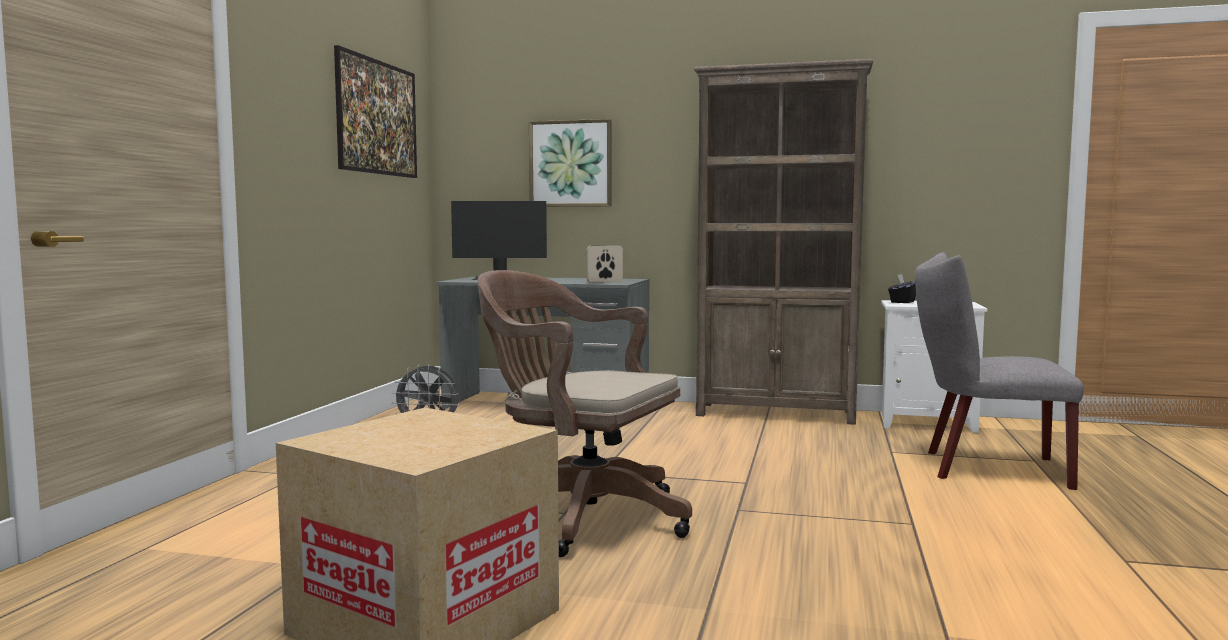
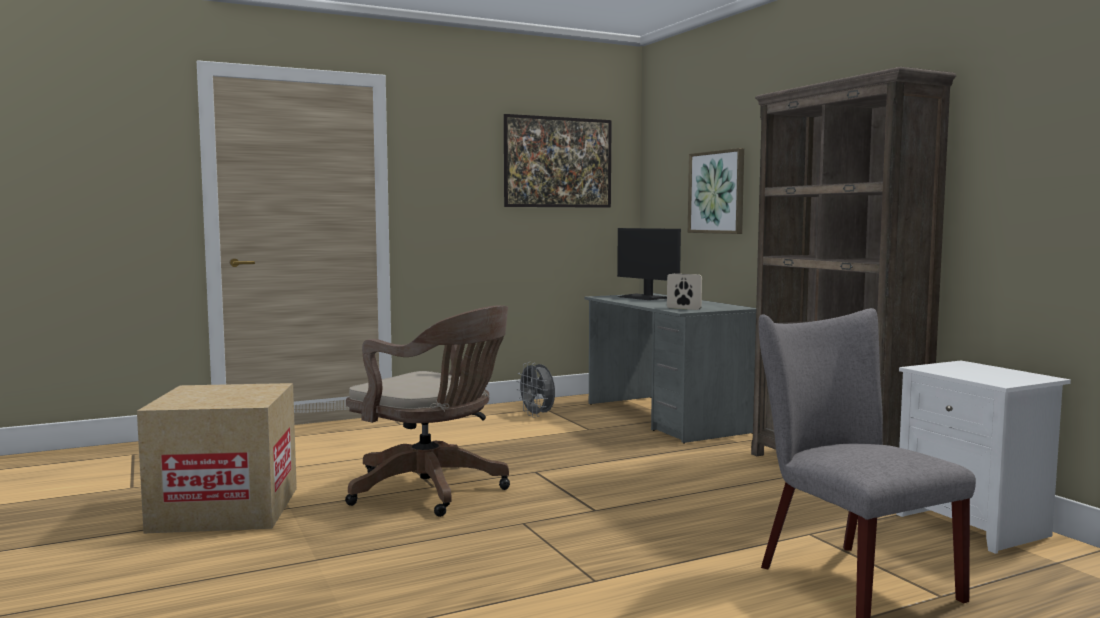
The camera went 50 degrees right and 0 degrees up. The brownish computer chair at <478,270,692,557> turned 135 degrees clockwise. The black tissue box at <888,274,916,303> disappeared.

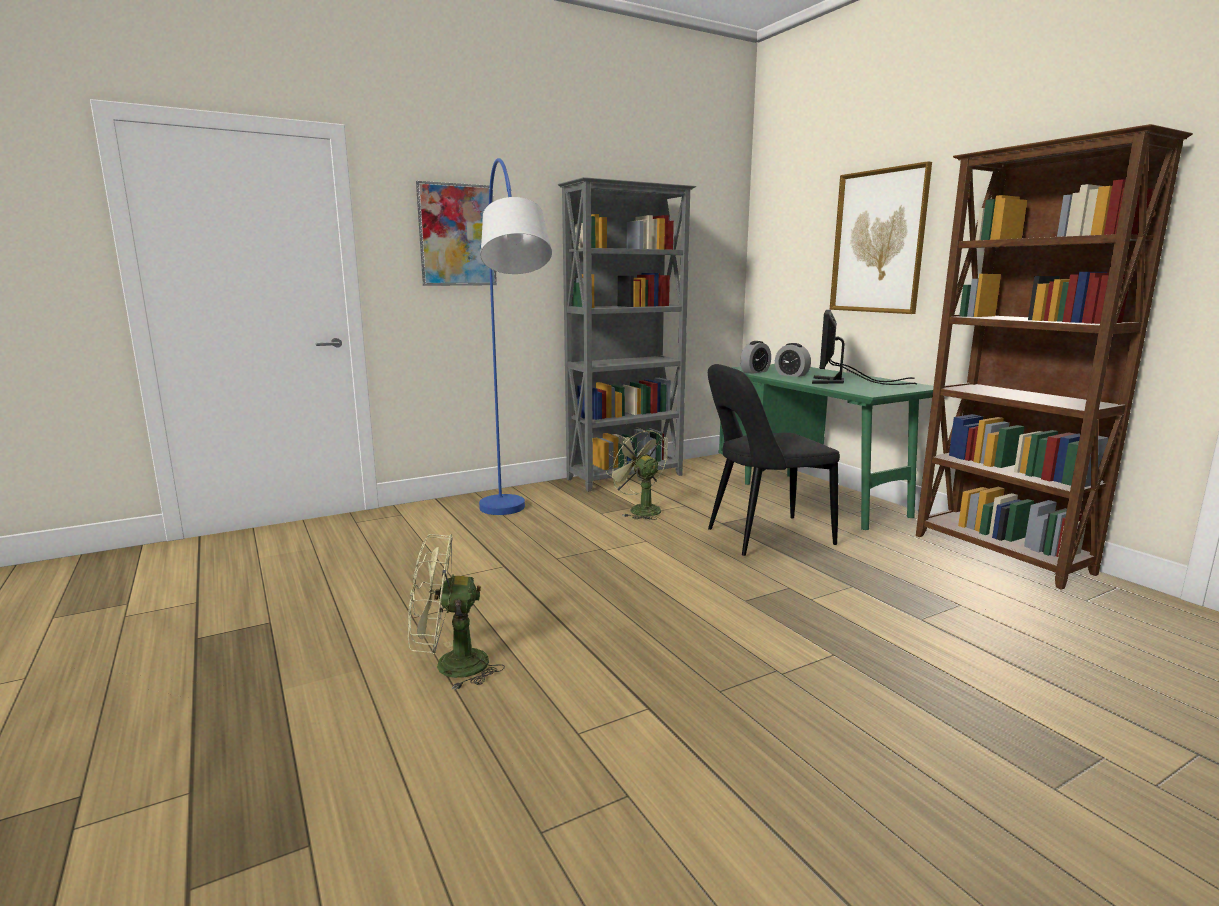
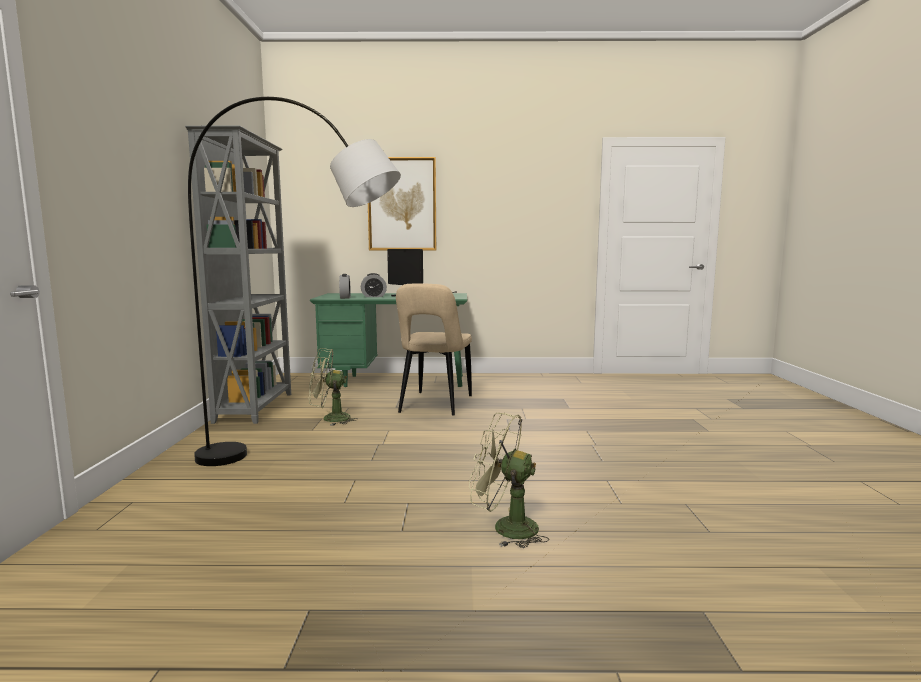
The camera went 60 degrees left and 5 degrees down. The greenish fan at <408,534,505,691> turned 90 degrees clockwise. The wall picture at <416,181,497,286> disappeared. The bluish standing lamp at <479,158,552,515> became the grey standing lamp at <188,97,401,466>. The black plain chair at <708,364,840,556> became the sand-coloured plain chair at <396,283,472,415>. The brownish bookcase at <916,124,1193,590> disappeared.

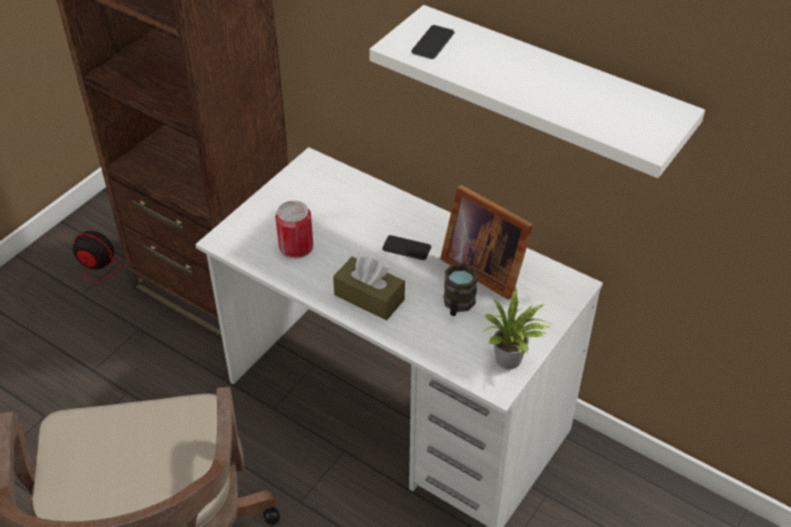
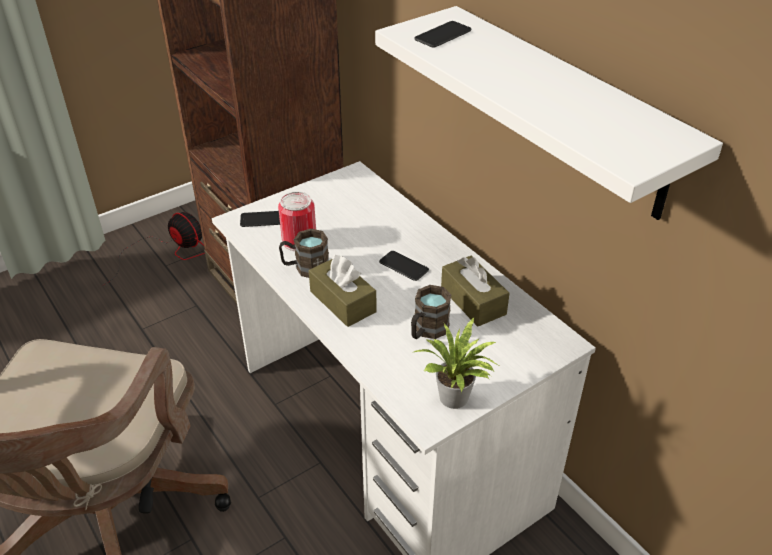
The camera went 20 degrees right and 5 degrees down. The picture frame at <440,185,533,300> was replaced by the brownish tissue box at <441,256,510,327>. The telephone at <240,211,280,227> appeared. The brownish tea mug at <279,229,329,278> appeared.

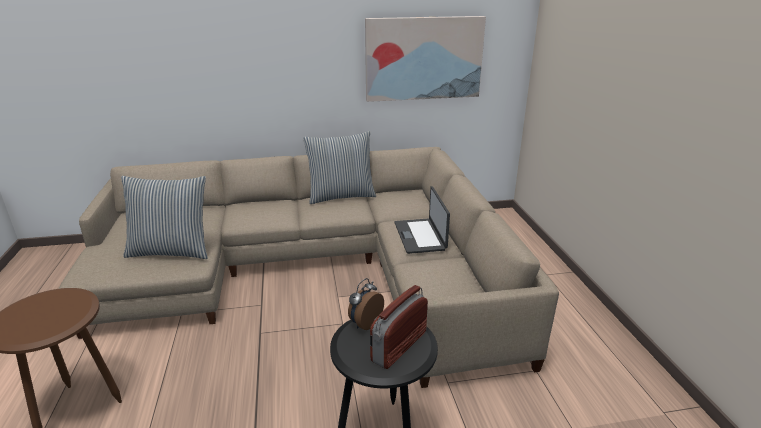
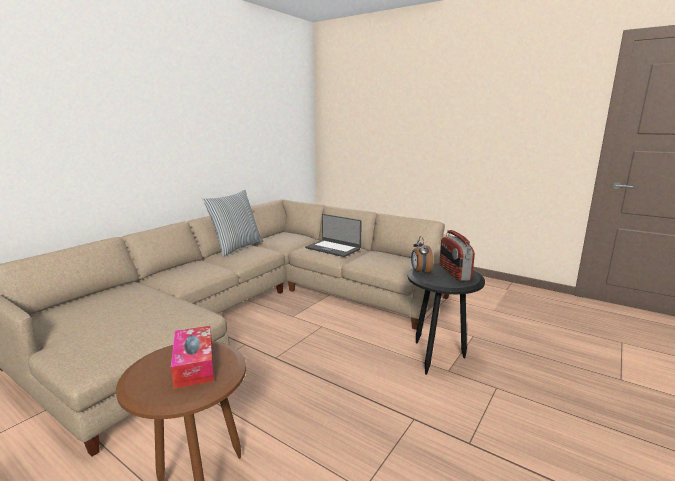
The camera went 45 degrees left and 10 degrees down. The throw pillow at <121,176,208,259> disappeared. The wall picture at <365,16,486,102> disappeared. The tissue box at <171,326,214,389> appeared.

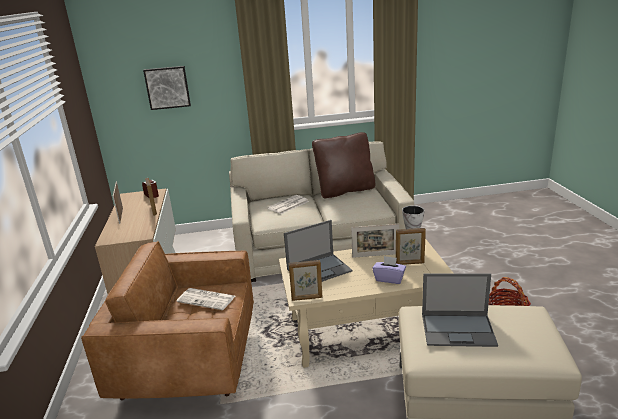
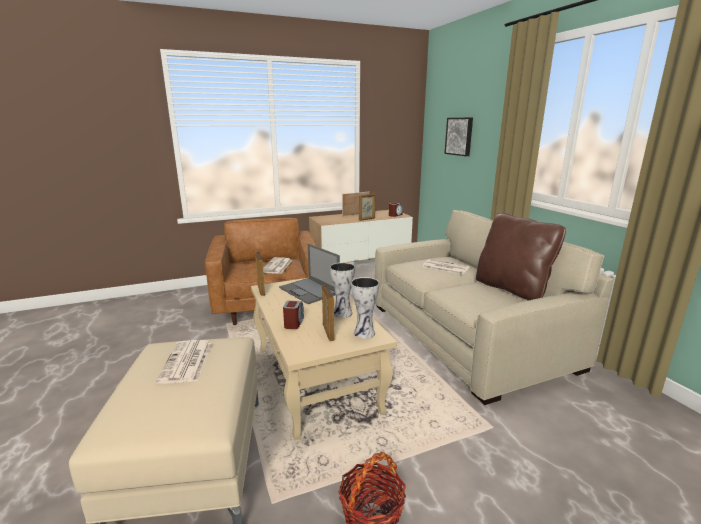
The camera went 75 degrees right and 5 degrees down. The picture frame at <351,224,399,258> was replaced by the flower vase at <330,262,355,318>. The purple tissue box at <372,256,406,284> was replaced by the bedside clock at <283,301,304,329>. The laptop at <422,273,498,347> was replaced by the daily paper at <156,340,212,384>.

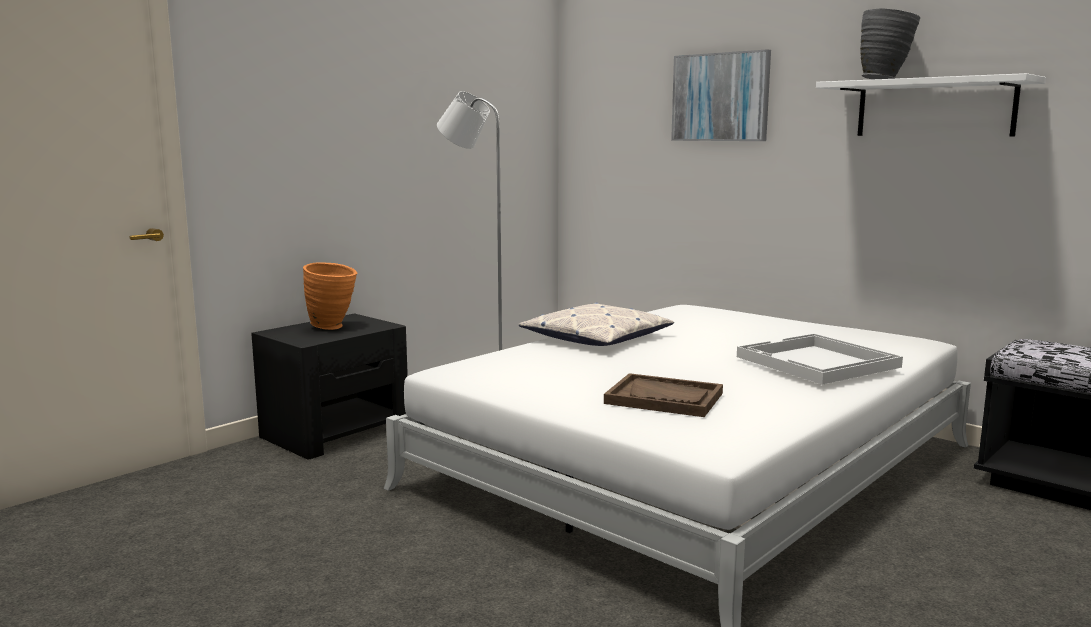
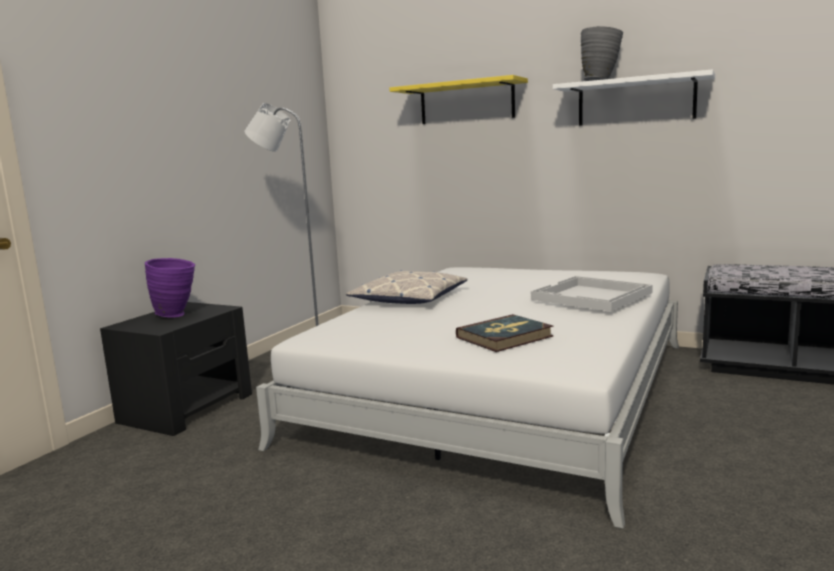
The camera went 15 degrees left and 0 degrees up. The orangey flower vase at <303,262,357,330> became the purple flower vase at <145,258,195,318>. The brownish tray at <604,373,723,417> was replaced by the bound book at <456,314,554,352>. The wall picture at <671,49,771,141> was replaced by the yellow wall shelf at <389,75,528,124>.

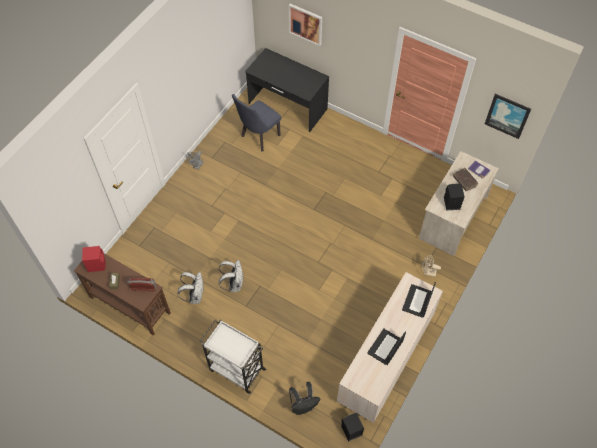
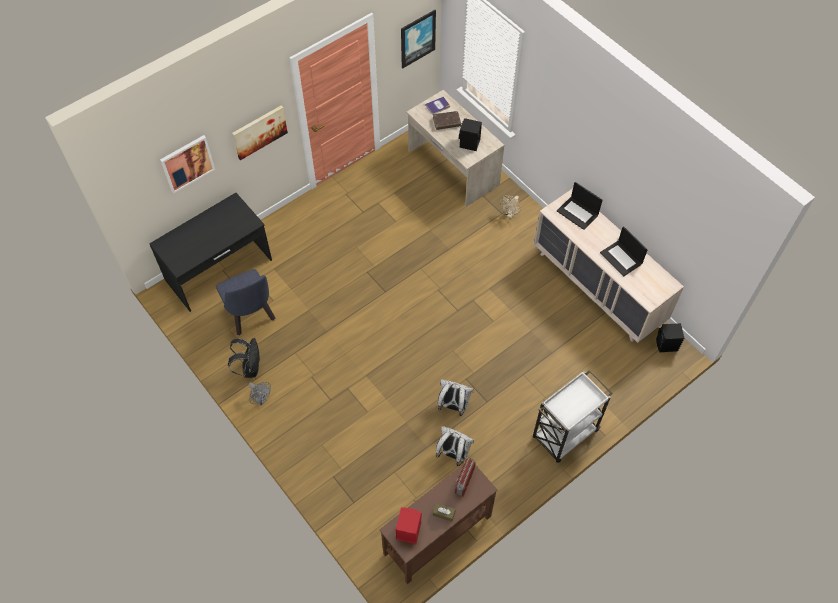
The camera went 70 degrees left and 0 degrees up. The black backpack moved from <289,382,320,415> to <228,338,260,378>. The wall picture at <232,106,288,160> appeared.

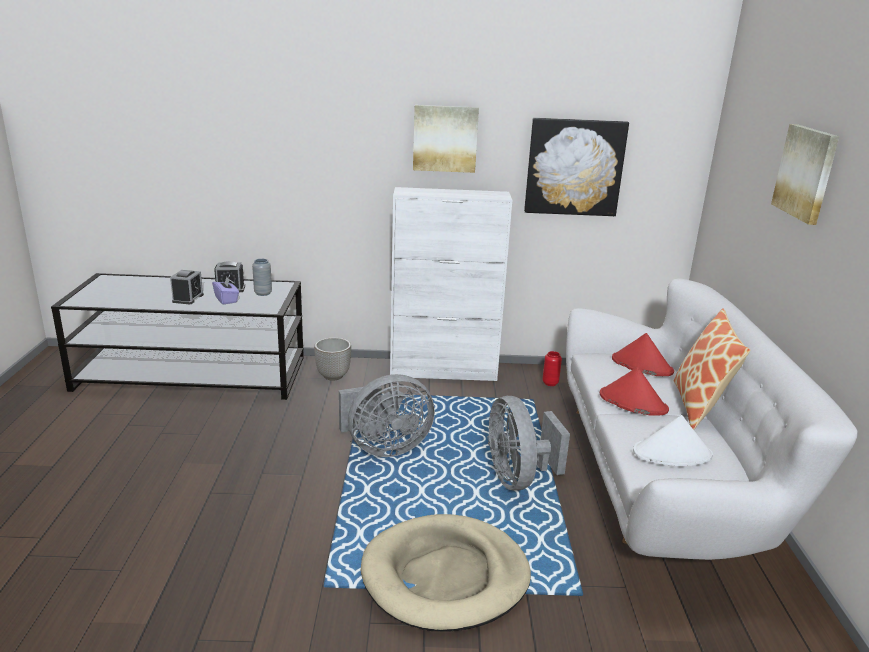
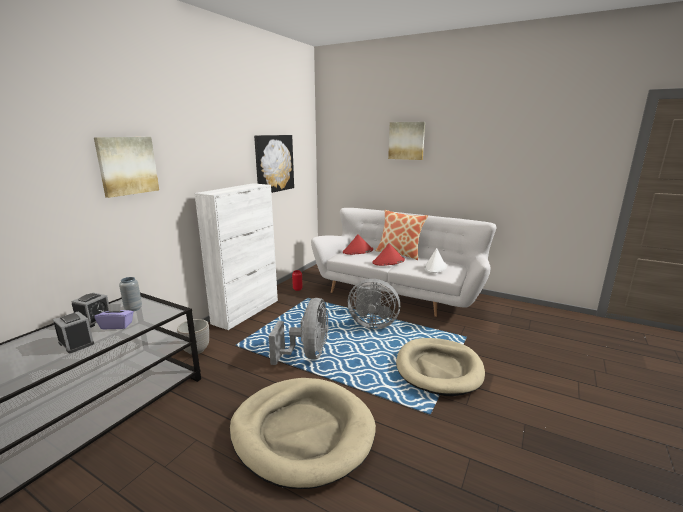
The camera went 60 degrees left and 5 degrees down. The wall picture moved from <413,105,479,173> to <94,137,159,198>. The sand-coloured pet bed at <230,378,376,489> appeared.

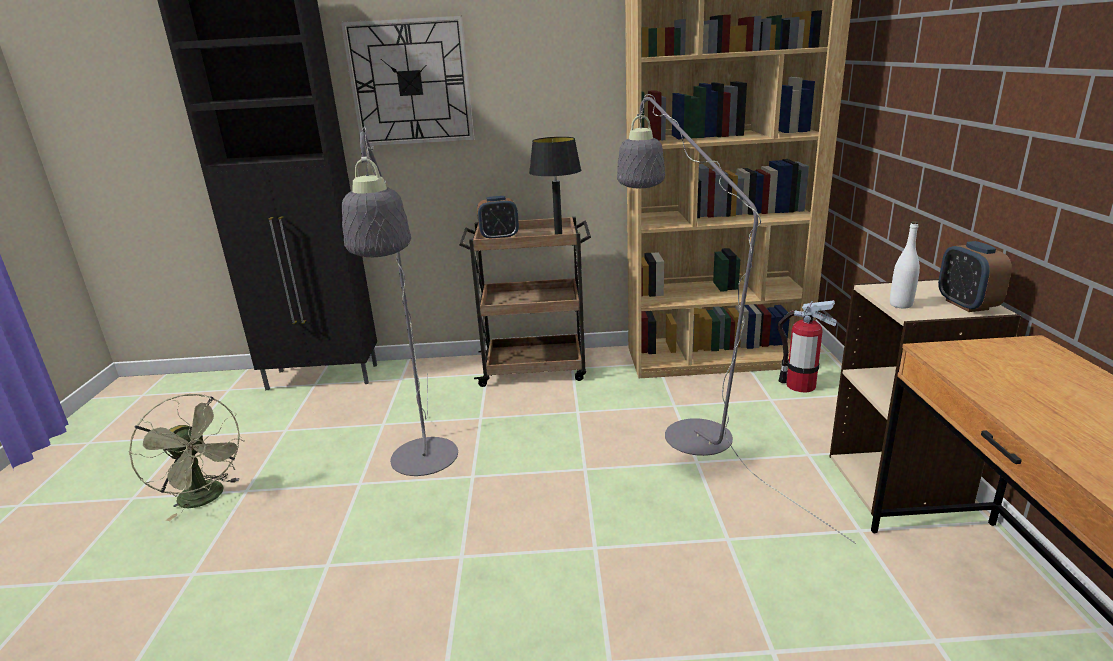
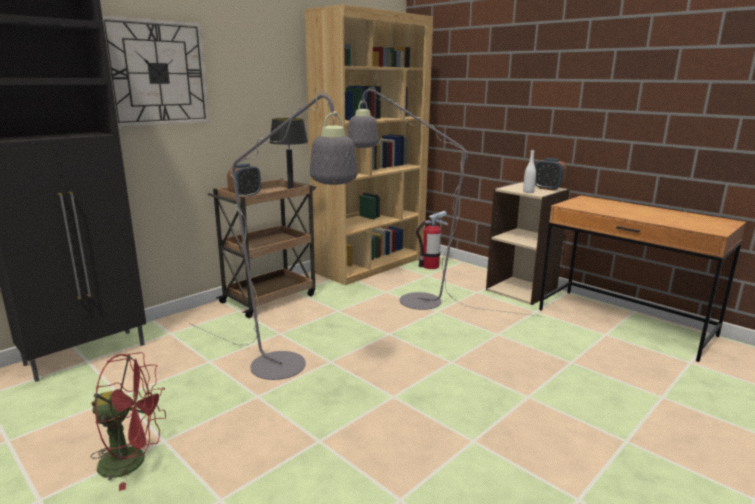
The camera went 45 degrees left and 5 degrees down. The greenish fan at <129,394,245,521> became the reddish fan at <91,352,166,491>.

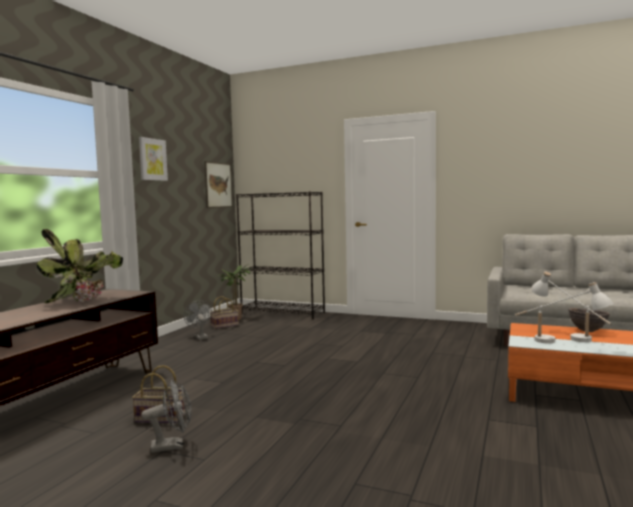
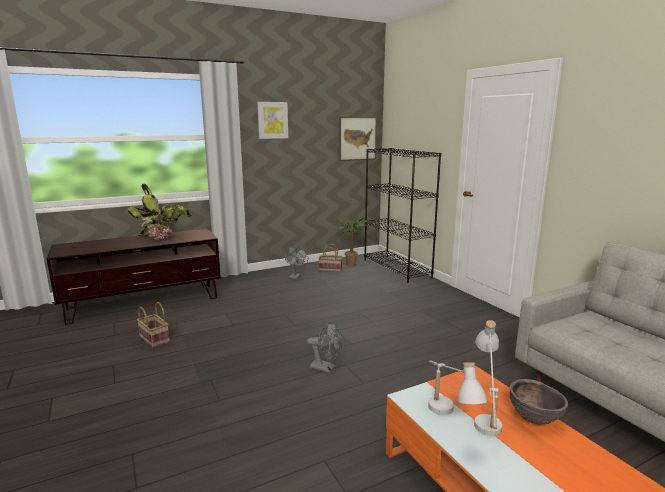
The camera went 40 degrees right and 10 degrees up. The grey fan moved from <141,380,192,453> to <307,322,342,373>.

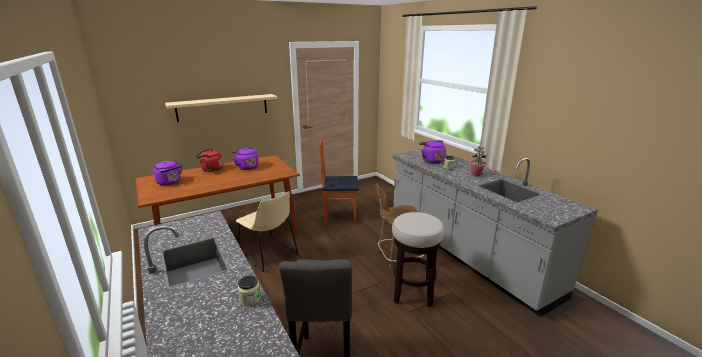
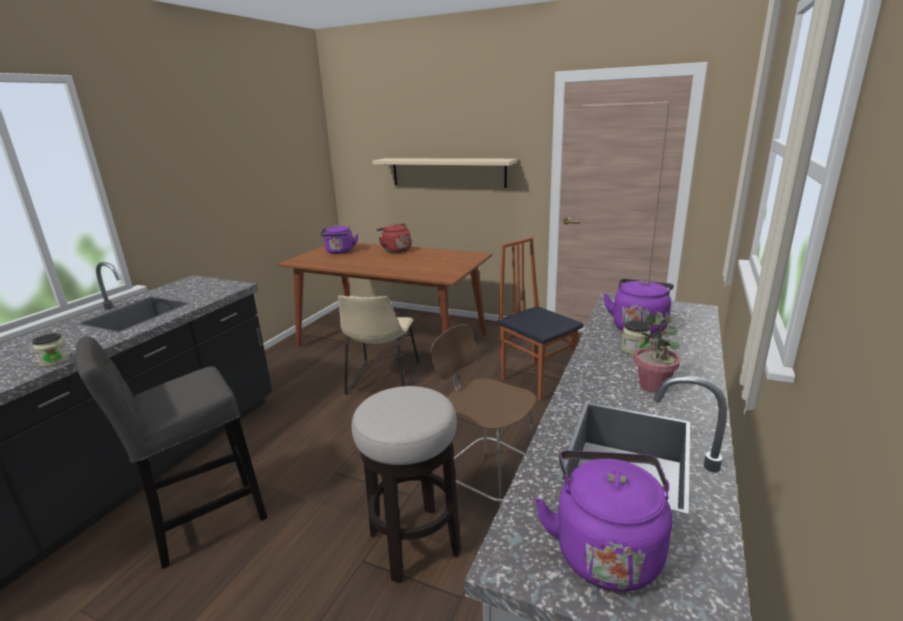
The camera went 55 degrees right and 0 degrees up. The purple water kettle moved from <232,147,258,170> to <535,450,672,592>.

